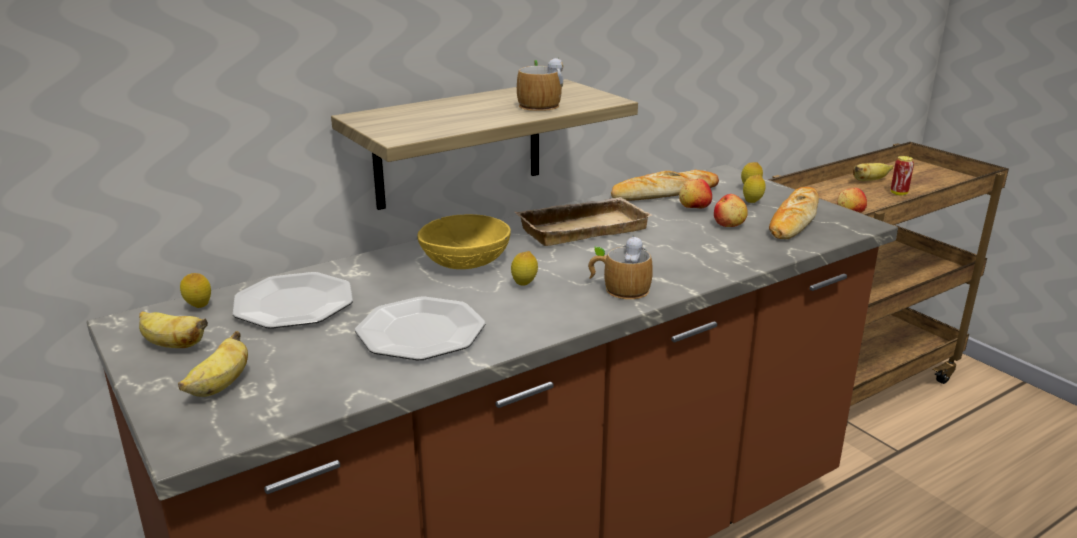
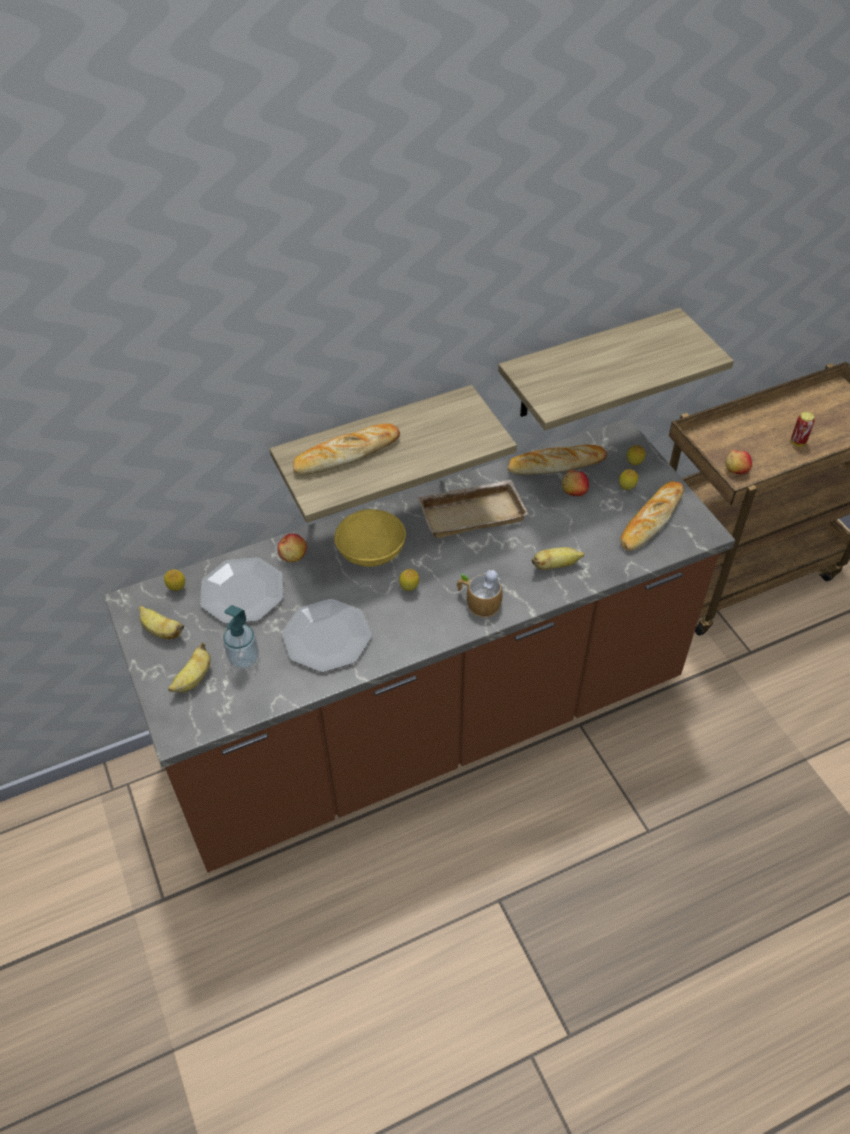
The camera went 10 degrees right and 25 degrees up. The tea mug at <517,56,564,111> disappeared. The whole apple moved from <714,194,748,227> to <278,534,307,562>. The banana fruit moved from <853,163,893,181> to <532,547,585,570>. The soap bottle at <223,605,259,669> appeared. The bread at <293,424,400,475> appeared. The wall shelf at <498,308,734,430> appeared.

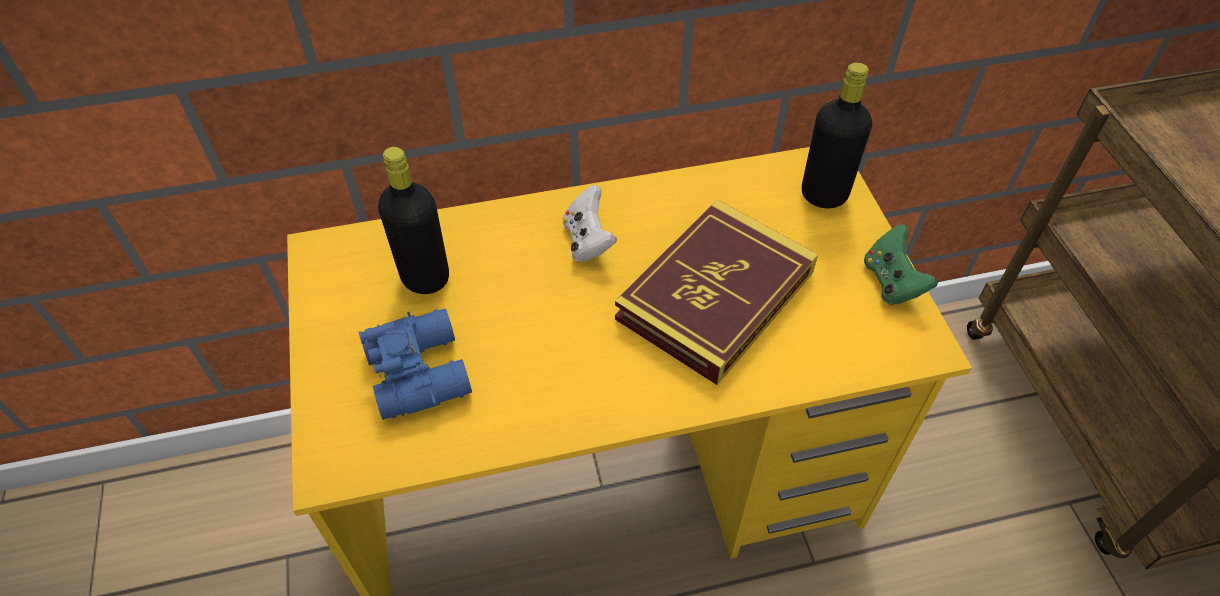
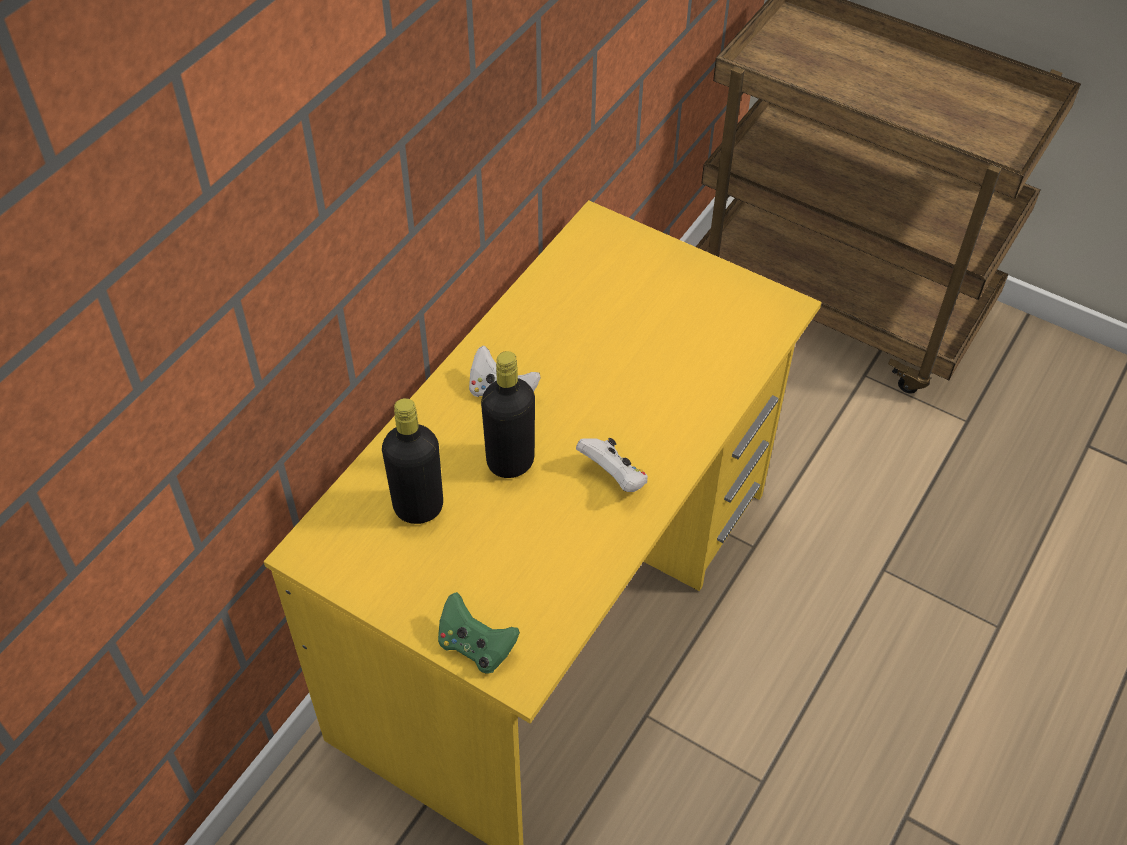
The camera went 45 degrees left and 0 degrees up. The bluish pair of binoculars at <359,309,472,420> disappeared. The bound book at <615,199,818,385> disappeared. The black bottle moved from <802,62,872,208> to <481,351,535,478>. The greenish gamepad moved from <864,224,938,305> to <438,592,520,674>. The white-coloured gamepad at <576,438,648,492> appeared.

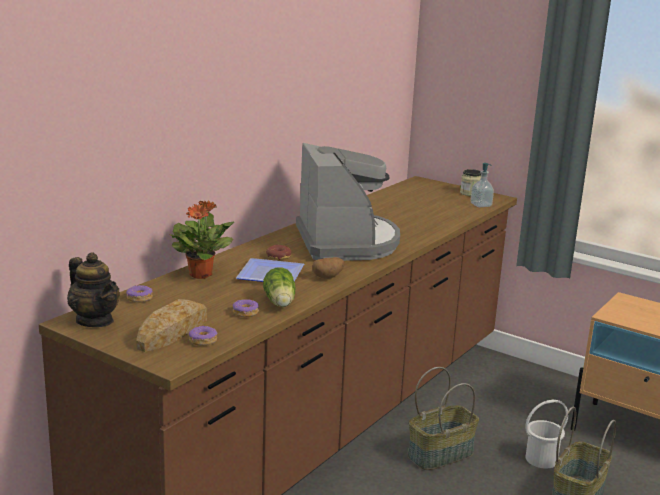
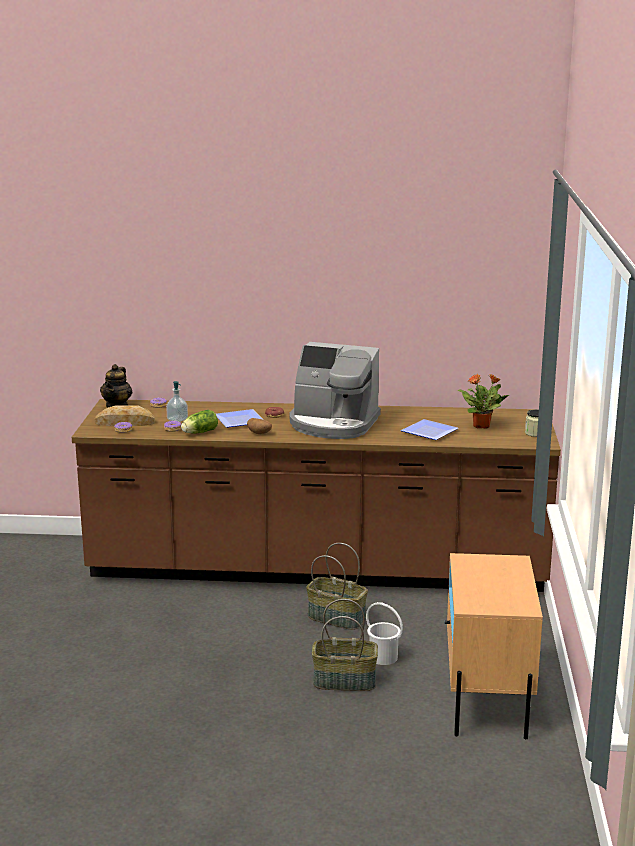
The camera went 60 degrees right and 0 degrees up. The potted plant moved from <169,201,234,279> to <458,373,509,429>. The coffee brewer at <296,143,400,261> turned 60 degrees clockwise. The soap bottle moved from <471,163,494,207> to <166,381,188,422>. The flat dish at <401,419,458,440> appeared.

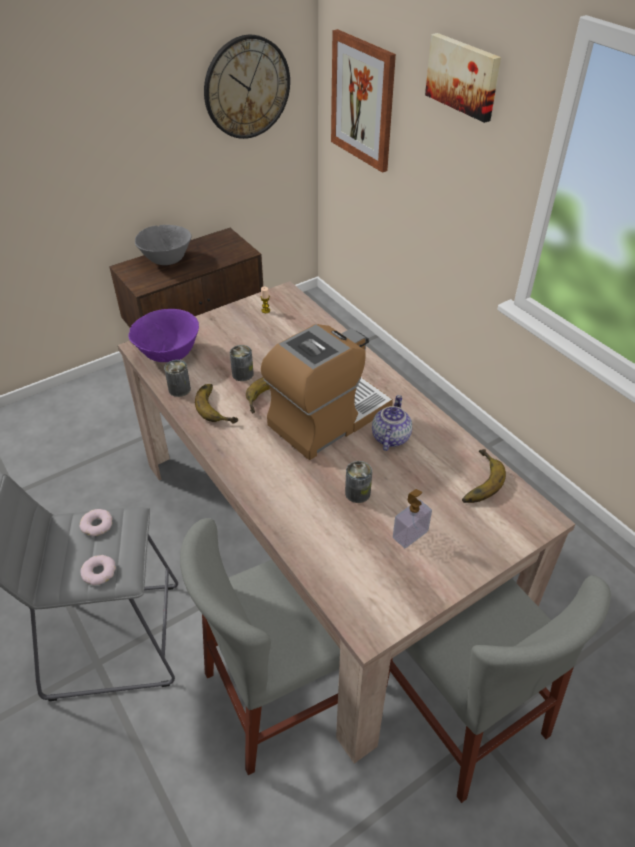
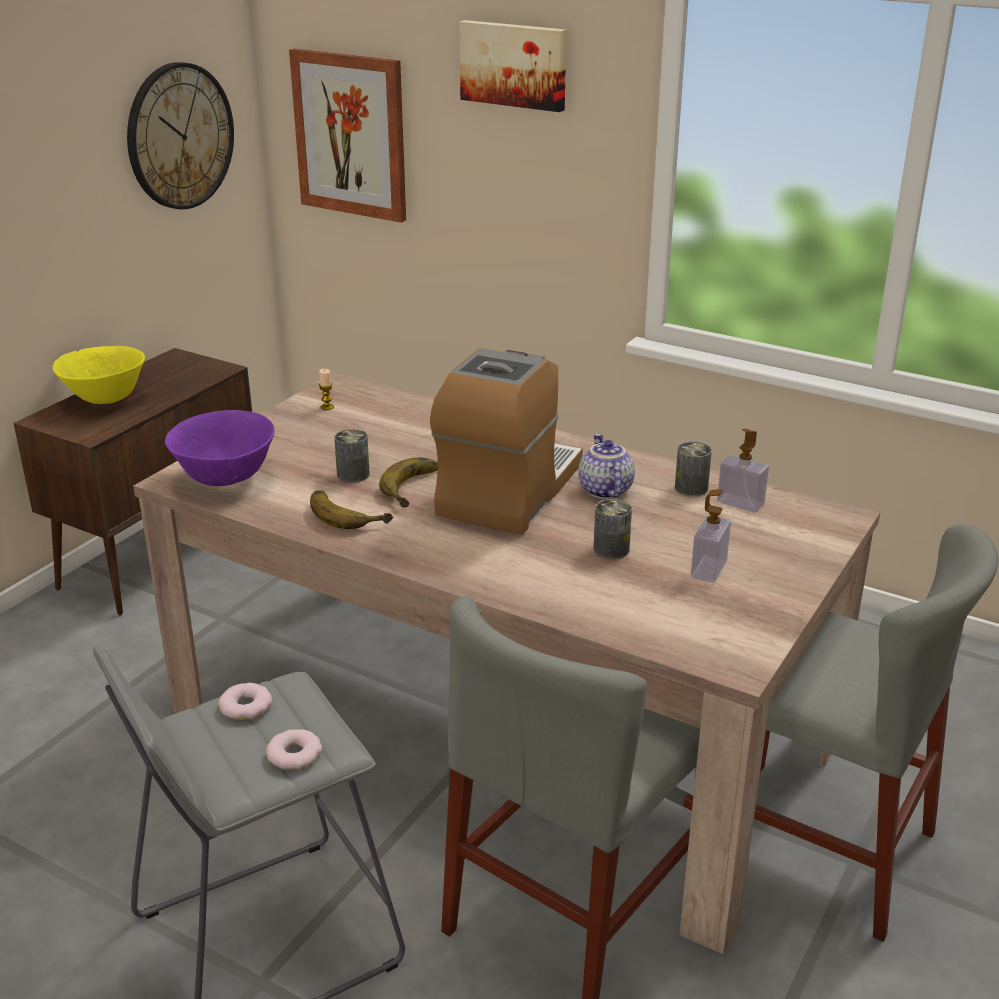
The camera went 25 degrees left and 15 degrees down. The grey deep dish at <135,225,192,265> became the yellow deep dish at <53,346,145,404>. The sealed can moved from <164,360,191,397> to <675,442,712,497>. The banana fruit at <462,449,506,503> was replaced by the soap bottle at <717,429,769,513>.

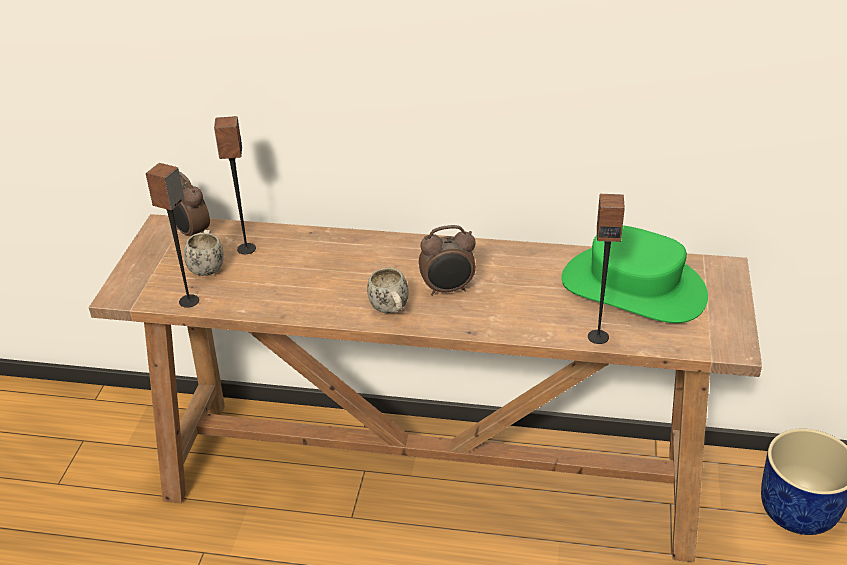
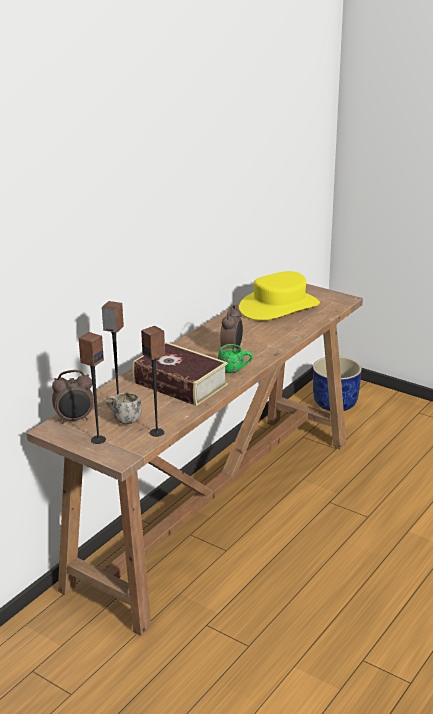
The camera went 65 degrees left and 10 degrees down. The white-coloured tea mug at <367,268,409,313> became the greenish tea mug at <218,344,253,373>. The greenish hat at <561,225,708,323> became the yellow hat at <239,271,320,320>. The loudspeaker moved from <588,194,625,344> to <78,332,106,444>. The bound book at <133,342,228,406> appeared.

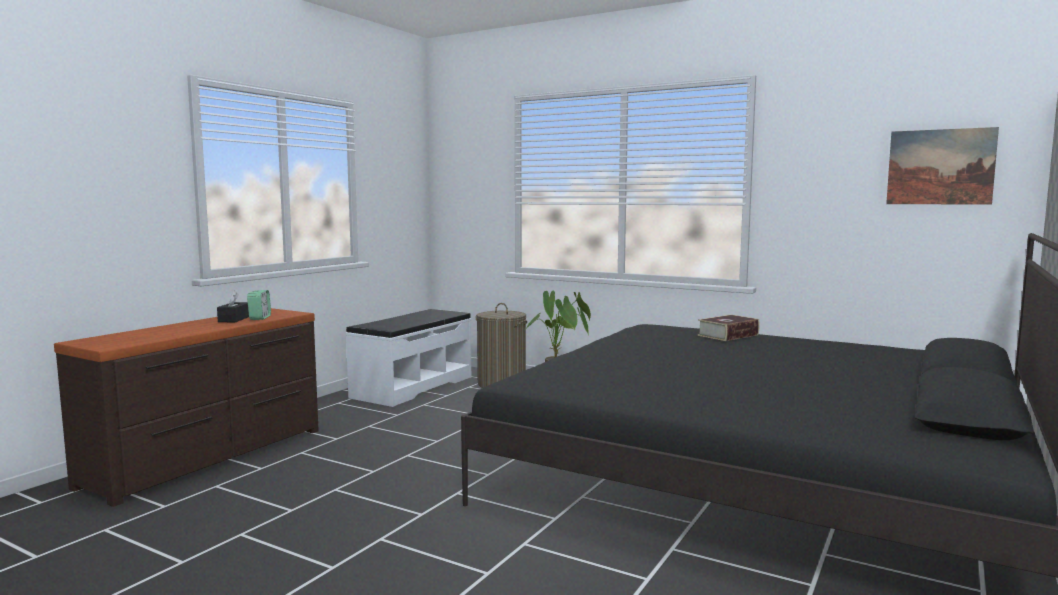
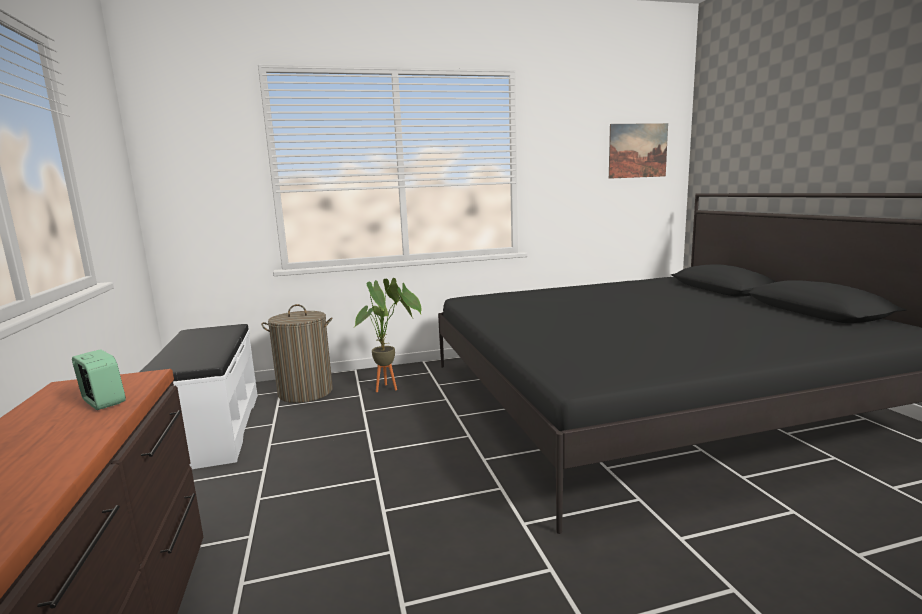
The camera went 45 degrees left and 5 degrees up. The black tissue box at <217,291,249,322> disappeared. The bound book at <697,315,760,341> disappeared.

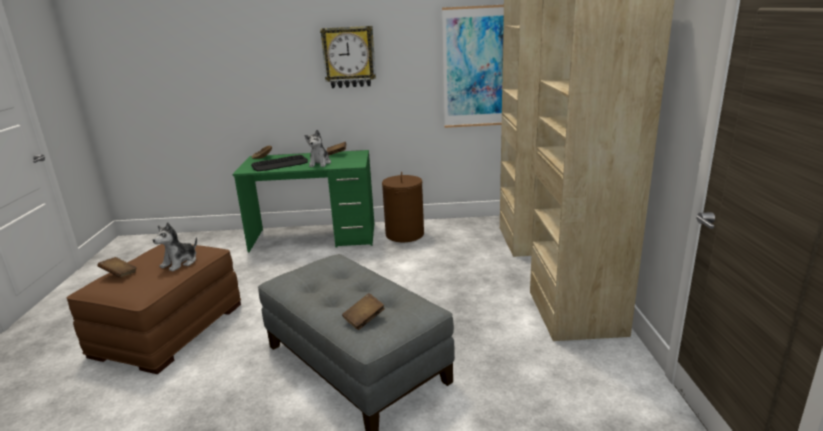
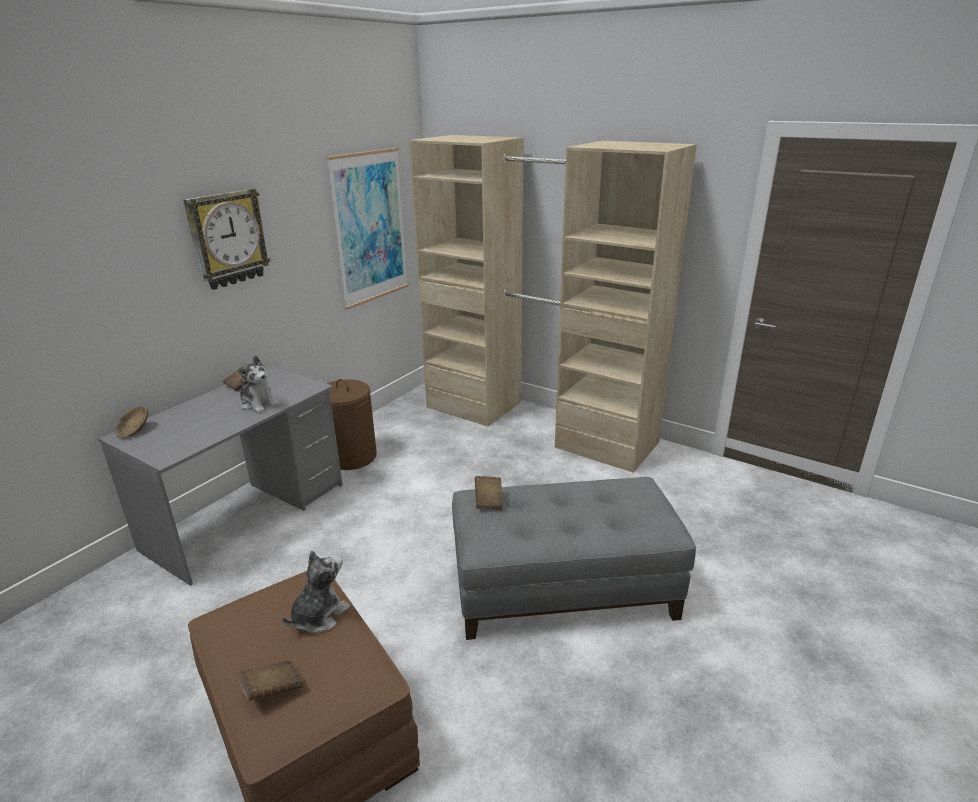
The camera went 55 degrees left and 5 degrees up. The soft toy at <153,222,197,271> turned 120 degrees counterclockwise. The greenish desk unit at <232,150,374,252> became the grey desk unit at <98,366,343,586>. The computer keyboard at <251,155,308,171> disappeared. The brownish bound book moved from <342,293,385,330> to <475,476,504,510>.

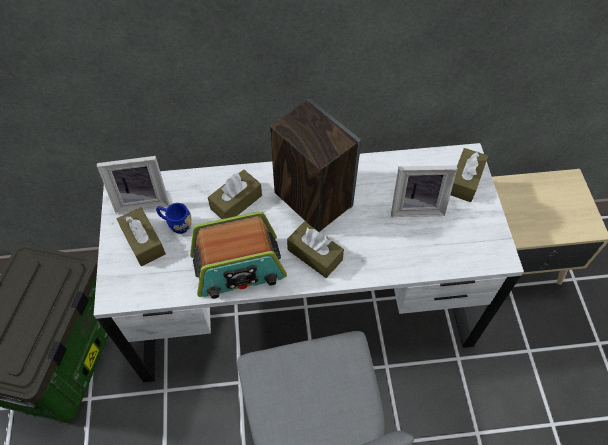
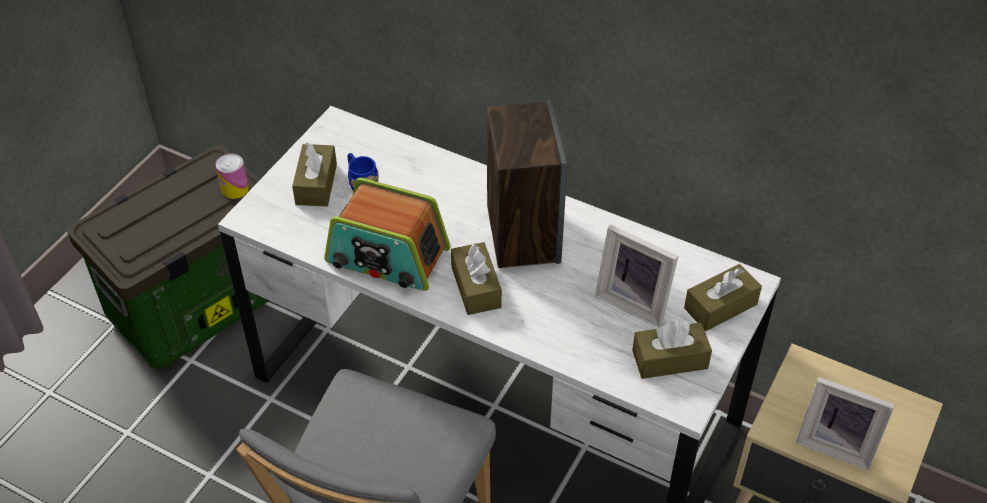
The camera went 35 degrees right and 10 degrees down. The picture frame moved from <97,156,170,214> to <796,377,895,470>. The brownish tissue box moved from <208,170,262,219> to <632,319,712,379>. The sealed can at <216,154,249,199> appeared.

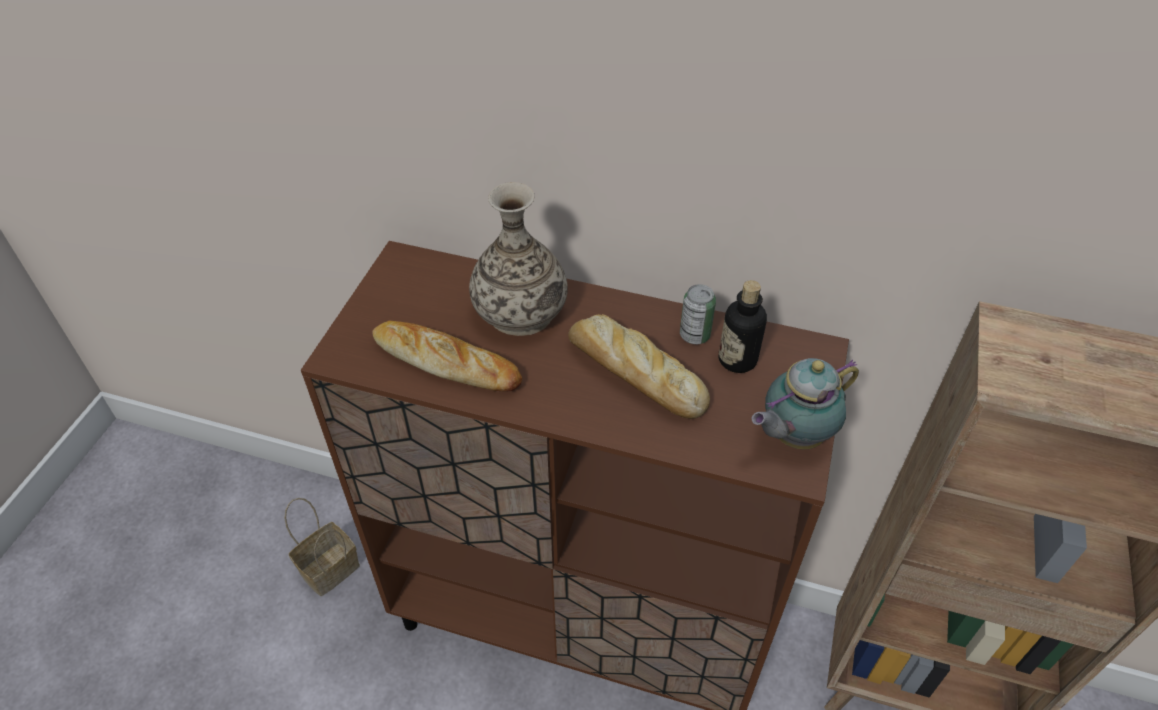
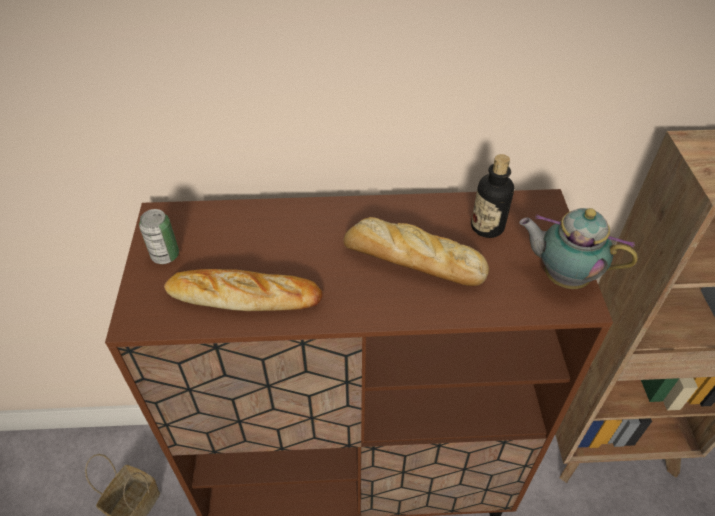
The camera went 20 degrees left and 0 degrees up. The flower vase at <469,182,568,336> disappeared. The sealed can moved from <680,284,716,344> to <139,209,179,264>. The teapot at <751,358,859,449> turned 75 degrees clockwise.

